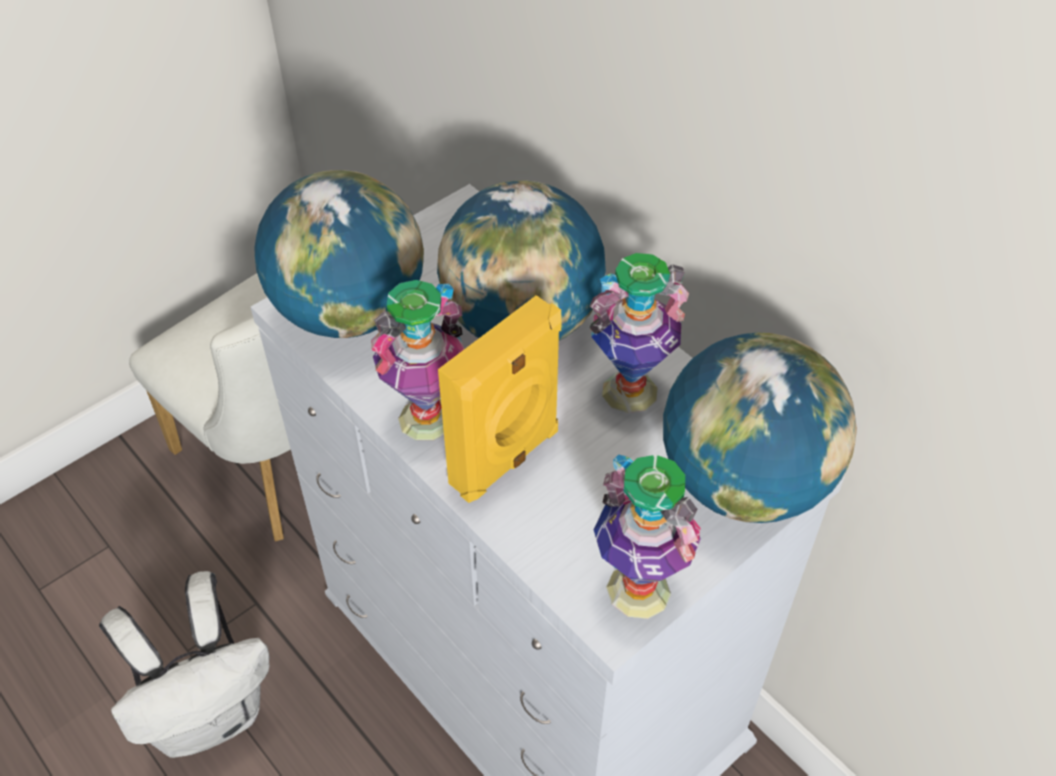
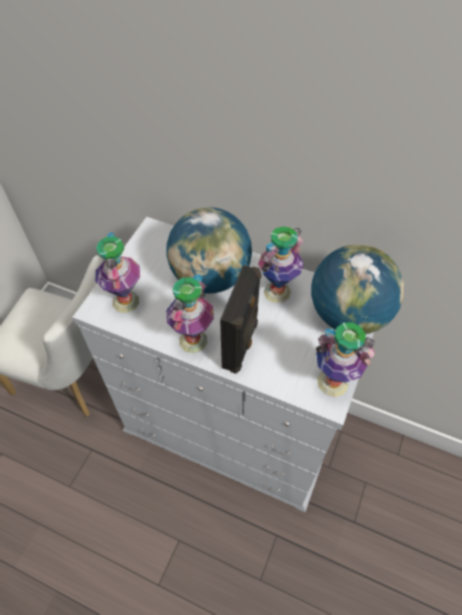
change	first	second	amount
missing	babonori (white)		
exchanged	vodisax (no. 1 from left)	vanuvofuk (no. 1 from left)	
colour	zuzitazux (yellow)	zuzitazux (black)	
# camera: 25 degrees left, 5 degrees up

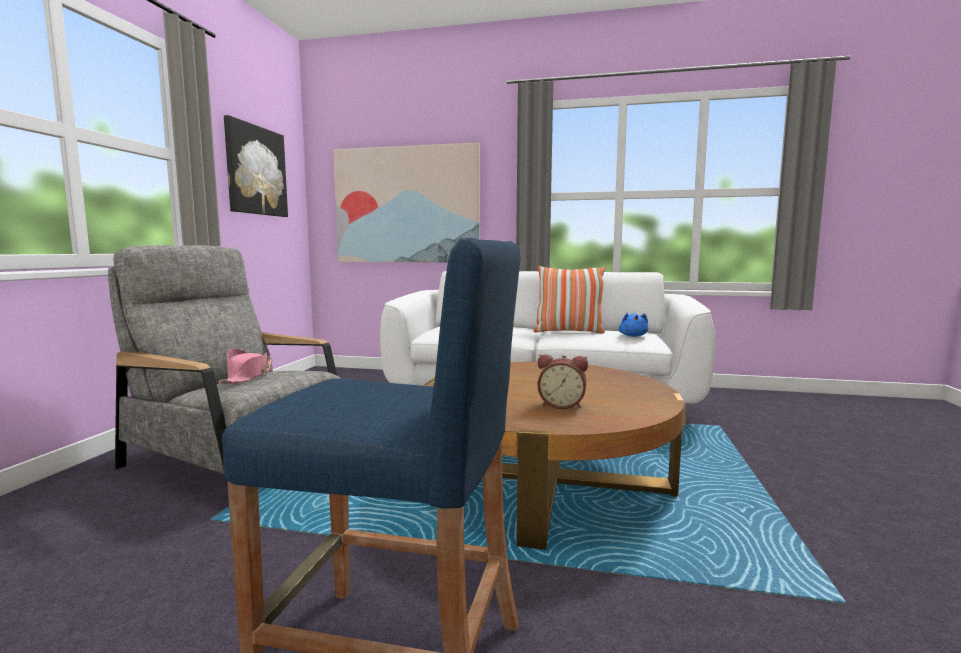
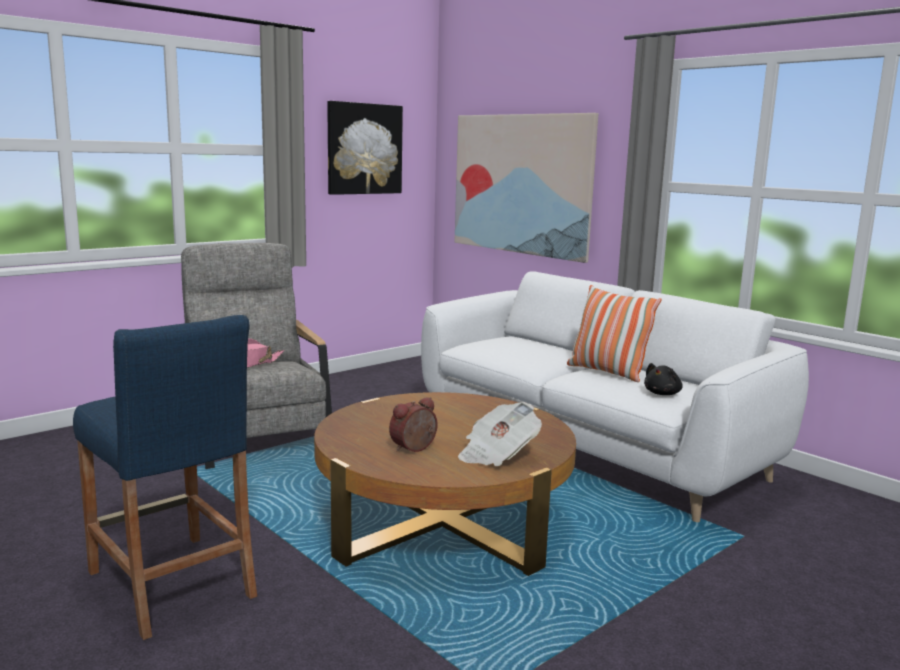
change	first	second	amount
spun	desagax		90 degrees clockwise
colour	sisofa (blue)	sisofa (black)	
appeared		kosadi	
# camera: 35 degrees right, 5 degrees up

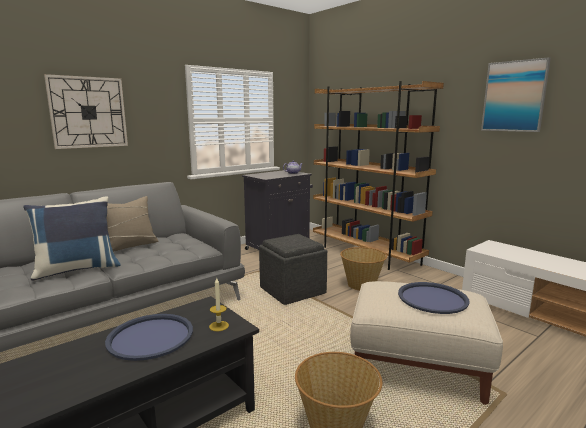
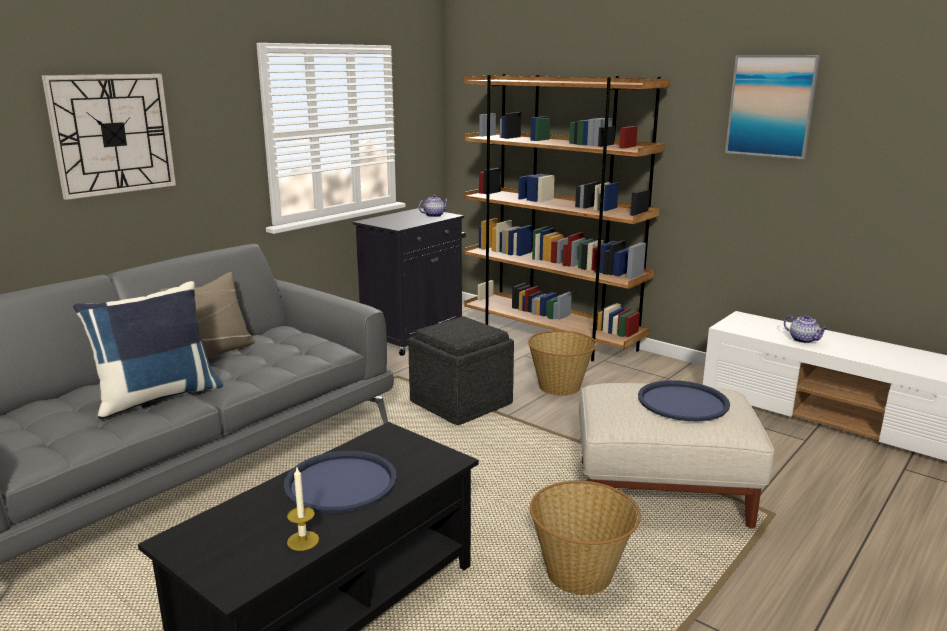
change	first	second	amount
relocated	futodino		
appeared		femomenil (no. 2 from left)	
# camera: 10 degrees left, 5 degrees up

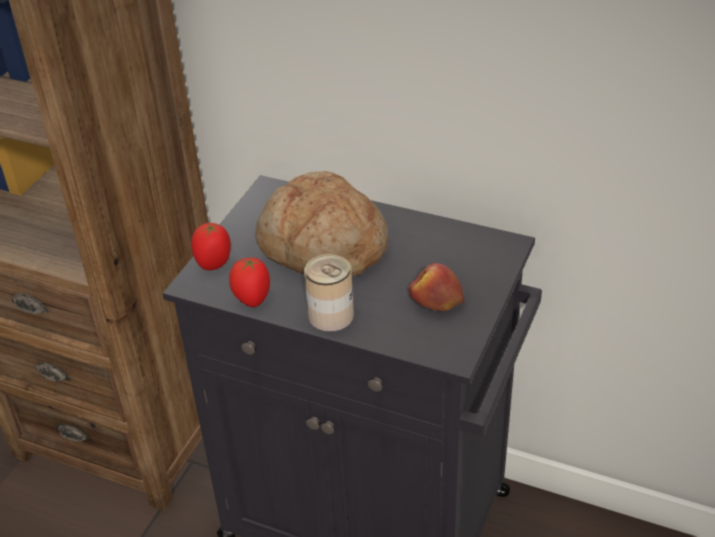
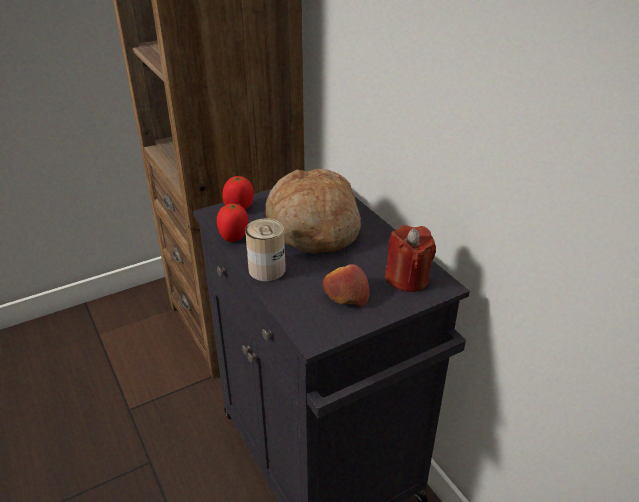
change	first	second	amount
appeared		futodino (red)	
# camera: 35 degrees right, 5 degrees down

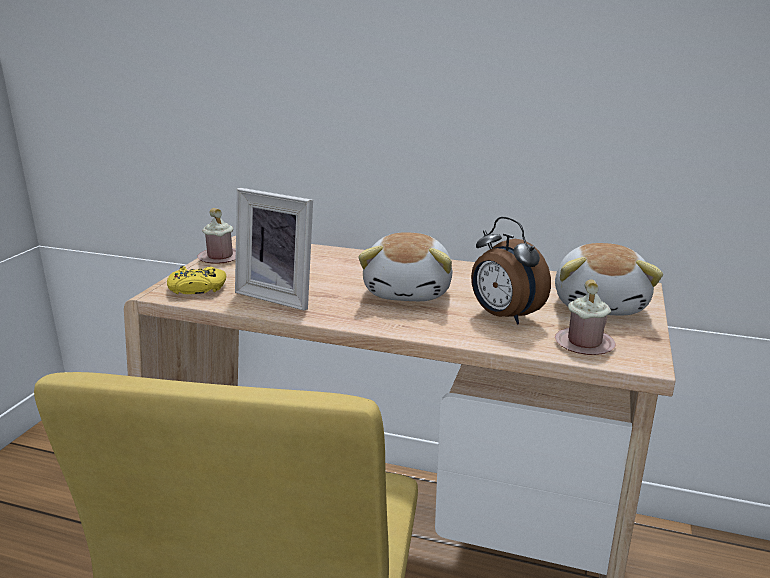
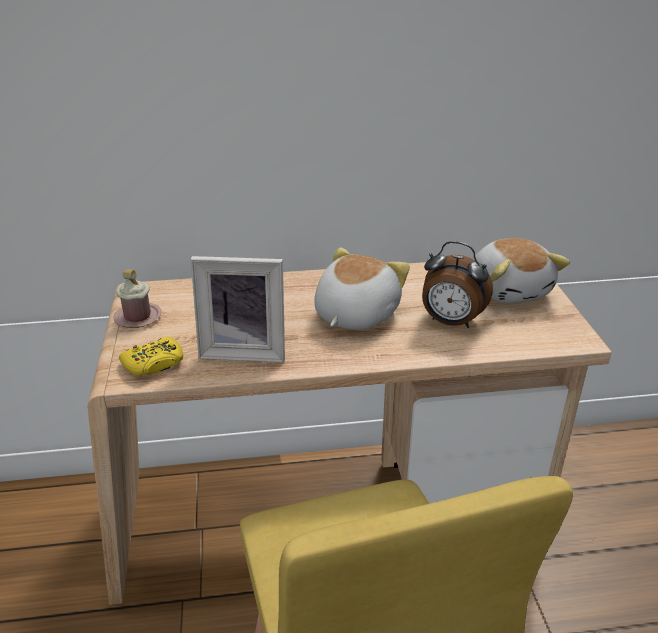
change	first	second	amount
spun	sisofa (no. 1 from left)		135 degrees counterclockwise
missing	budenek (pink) (no. 2 from left)		
# camera: 25 degrees left, 10 degrees up

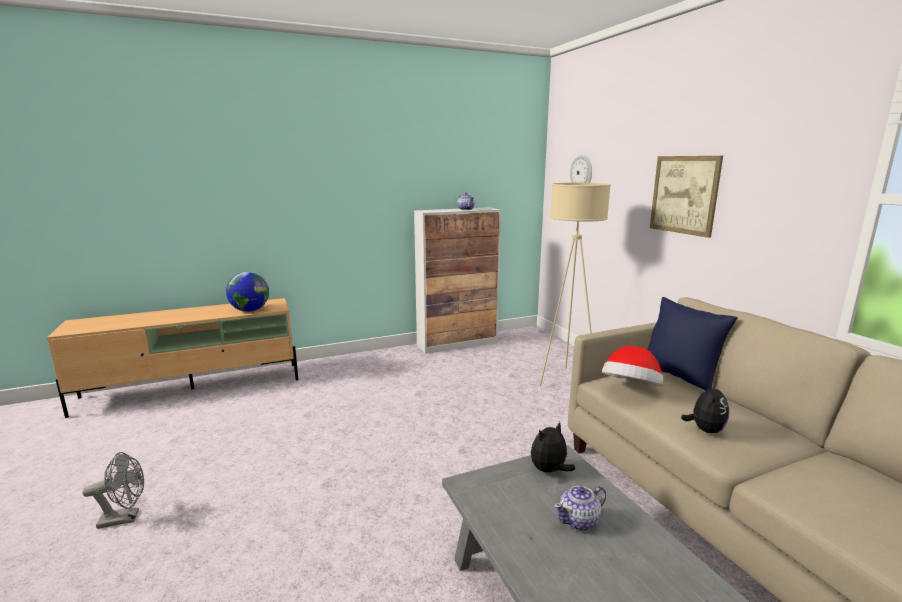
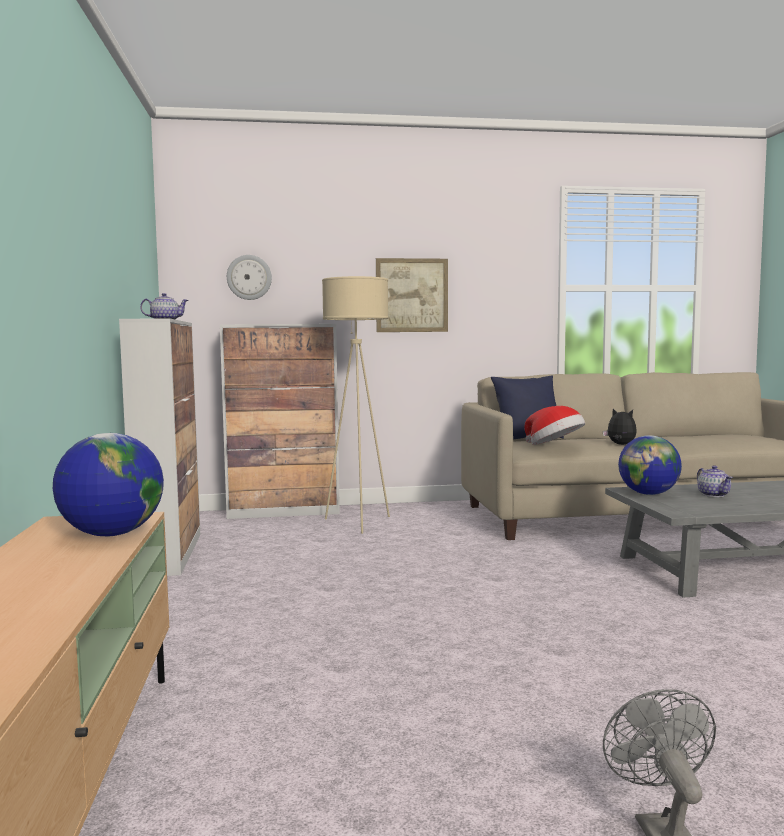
change	first	second	amount
exchanged	sisofa (no. 1 from left)	vodisax (no. 2 from left)	
appeared		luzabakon (no. 2 from left)	
# camera: 75 degrees left, 10 degrees down

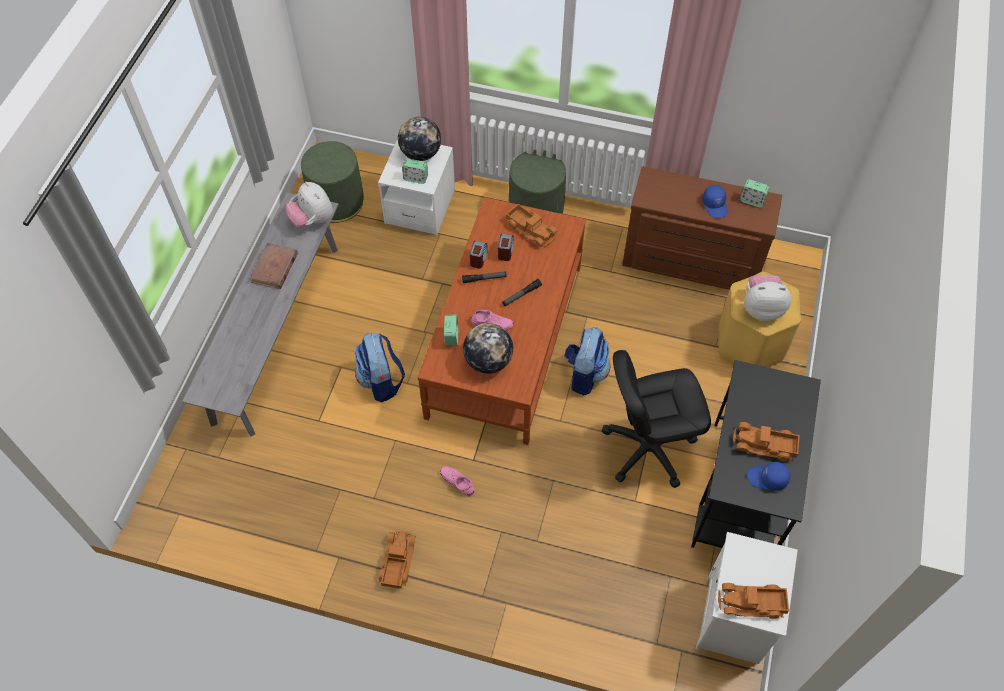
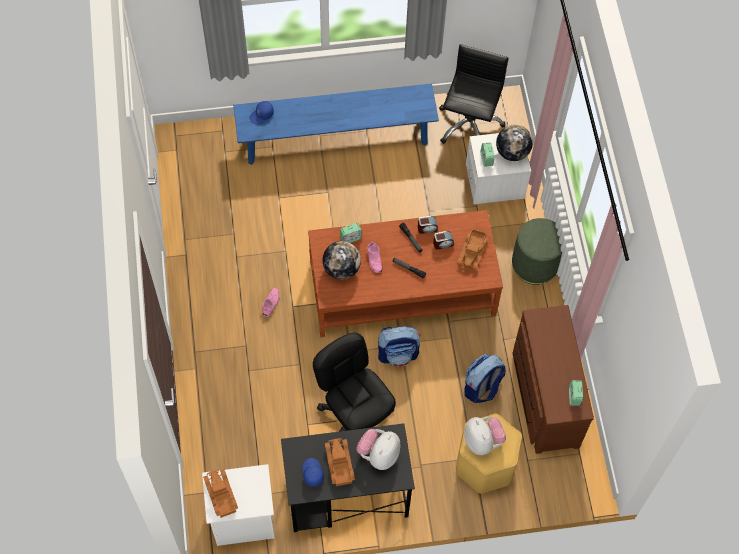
change	first	second	amount
colour	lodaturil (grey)	lodaturil (blue)	
missing	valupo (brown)		
relocated	sisofa (no. 1 from left)		
exchanged	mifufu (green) (no. 1 from left)	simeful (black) (no. 2 from left)	
relocated	babonori (no. 1 from left in the first image)	babonori (no. 2 from left)	
missing	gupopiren (no. 1 from left)		
relocated	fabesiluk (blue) (no. 1 from left)		
# camera: 65 degrees right, 5 degrees up

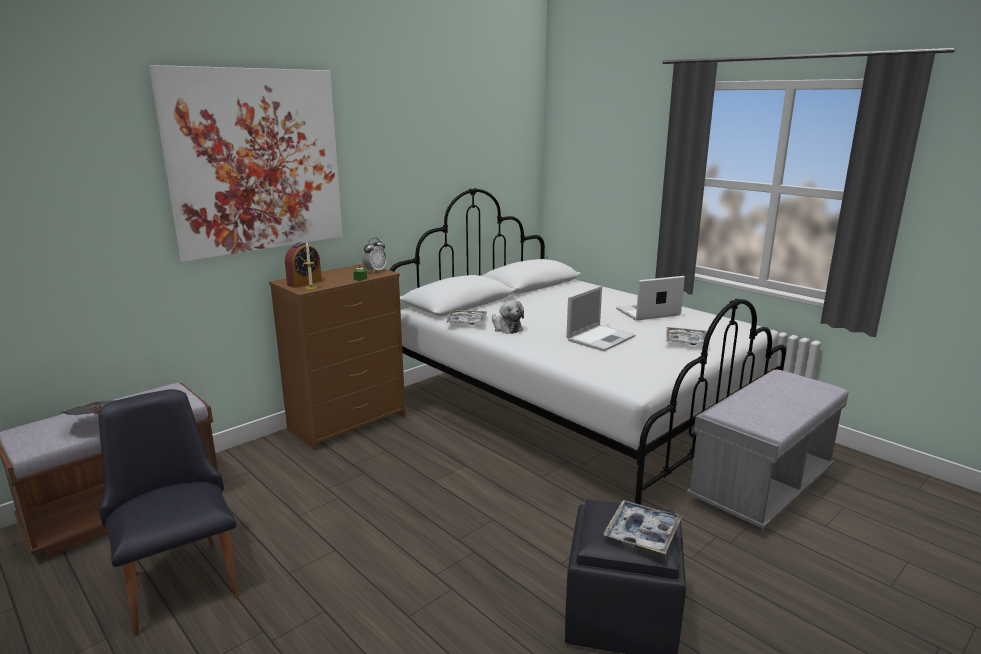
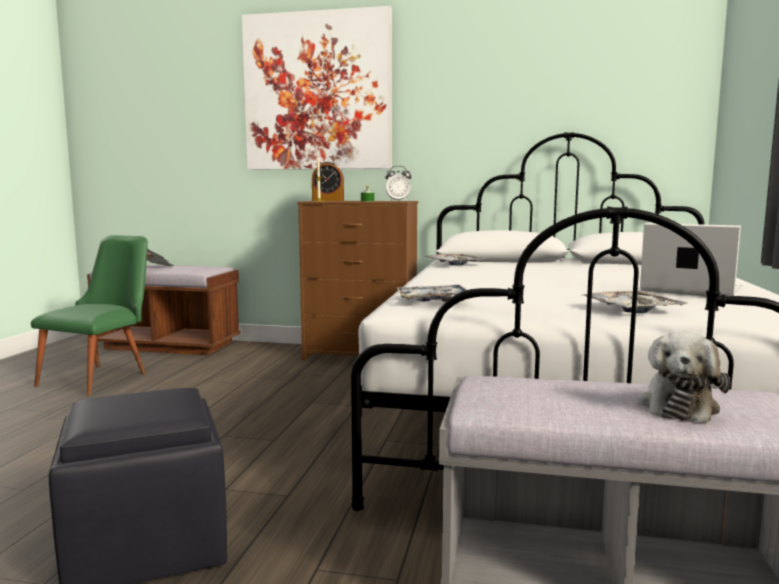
change	first	second	amount
colour	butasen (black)	butasen (green)	
relocated	sisofa		
missing	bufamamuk (no. 1 from left)		
relocated	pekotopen (no. 2 from left in the first image)	pekotopen (no. 1 from left)	
# camera: 55 degrees right, 10 degrees down

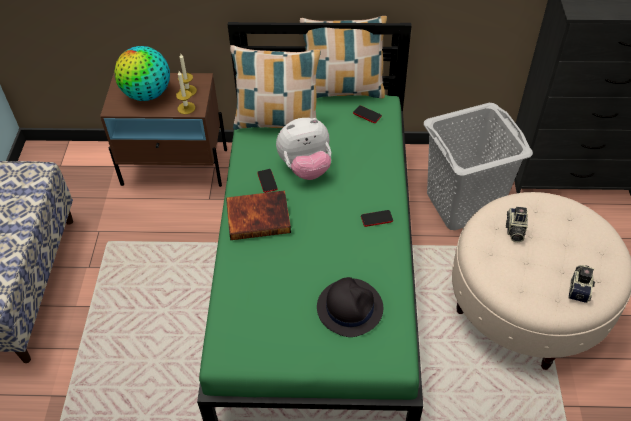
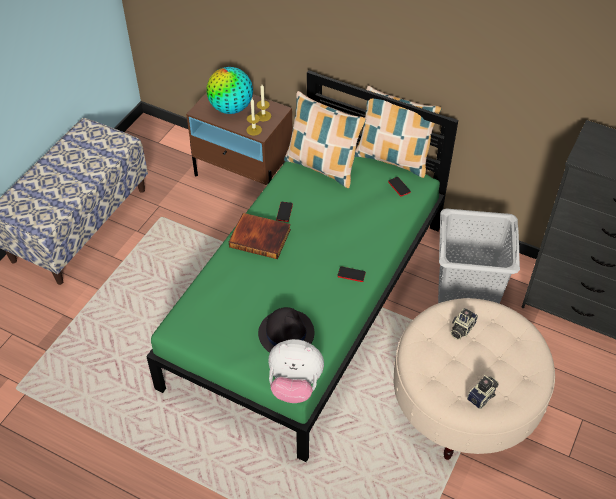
change	first	second	amount
relocated	sisofa		
# camera: 25 degrees right, 0 degrees up

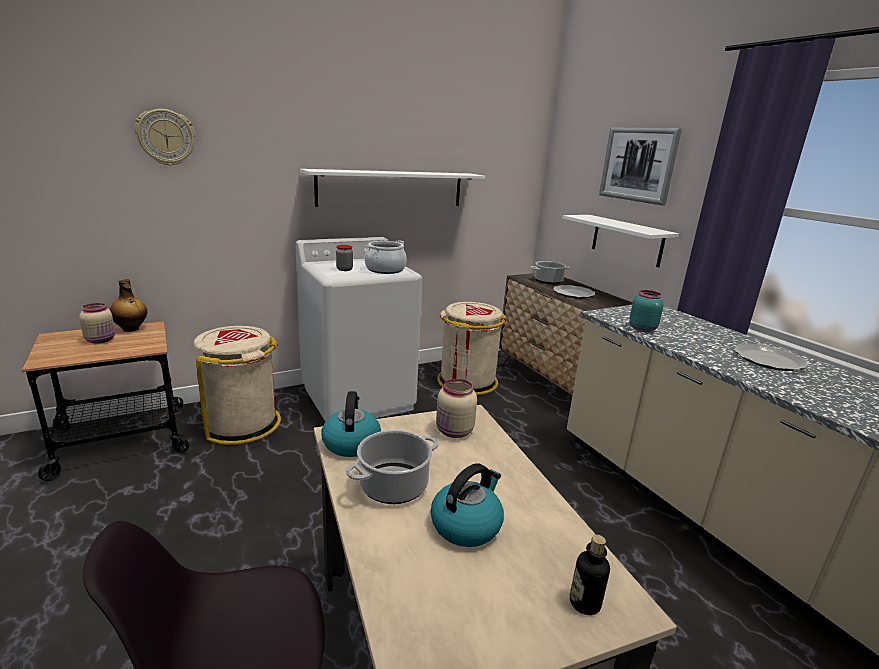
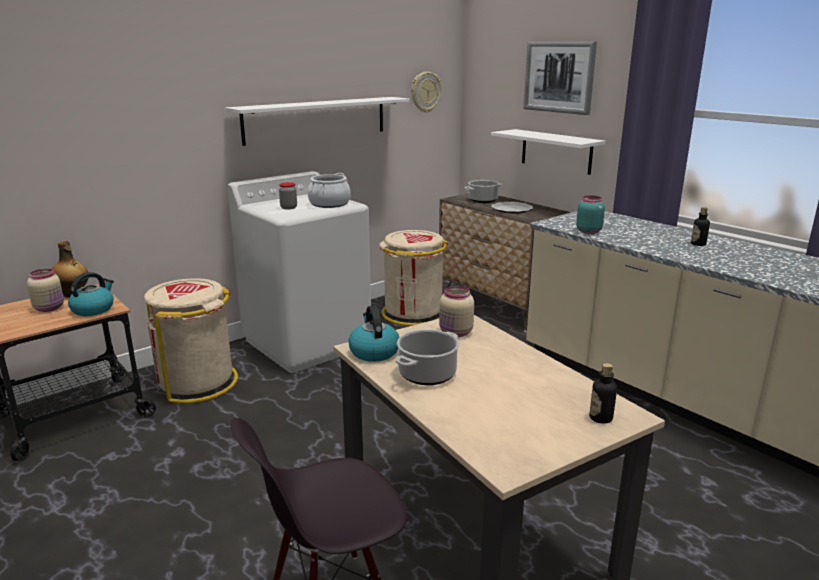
change	first	second	amount
relocated	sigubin		
relocated	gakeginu (no. 2 from left in the first image)	gakeginu (no. 1 from left)	
exchanged	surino (no. 2 from left)	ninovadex (no. 3 from left)	
# camera: 10 degrees left, 0 degrees up

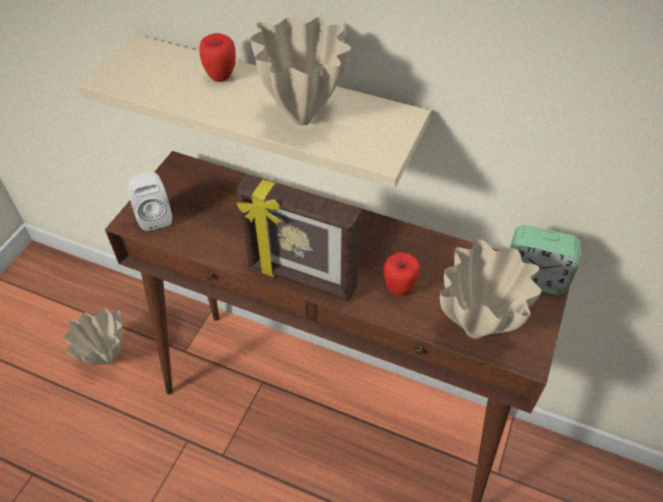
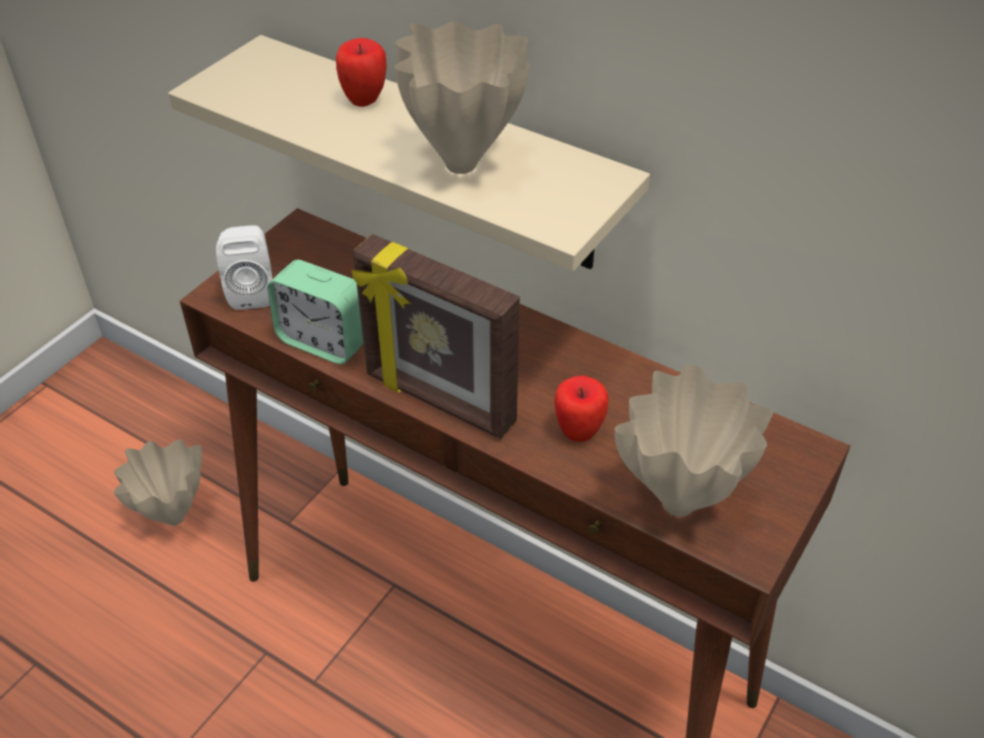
change	first	second	amount
relocated	desagax		
# camera: 10 degrees right, 5 degrees down

